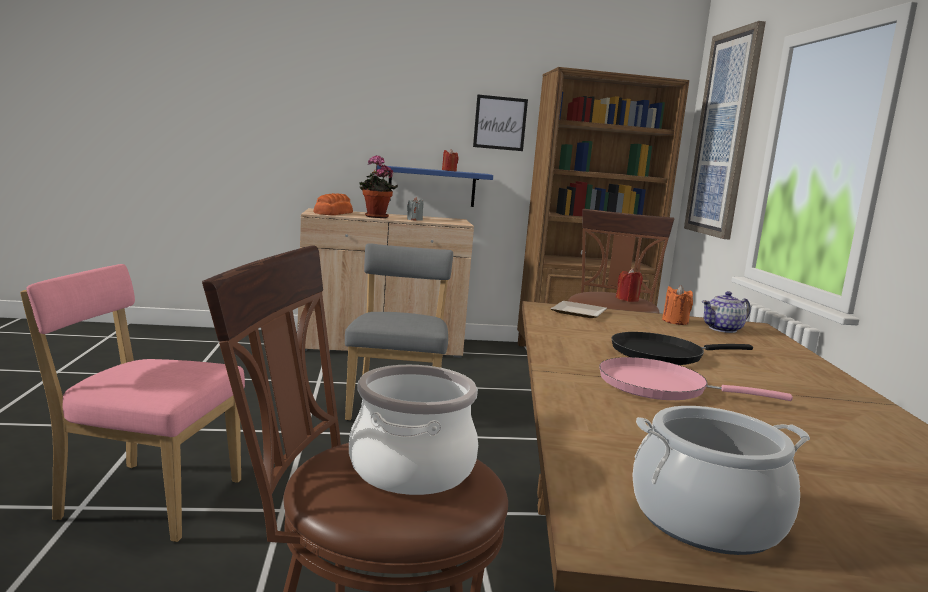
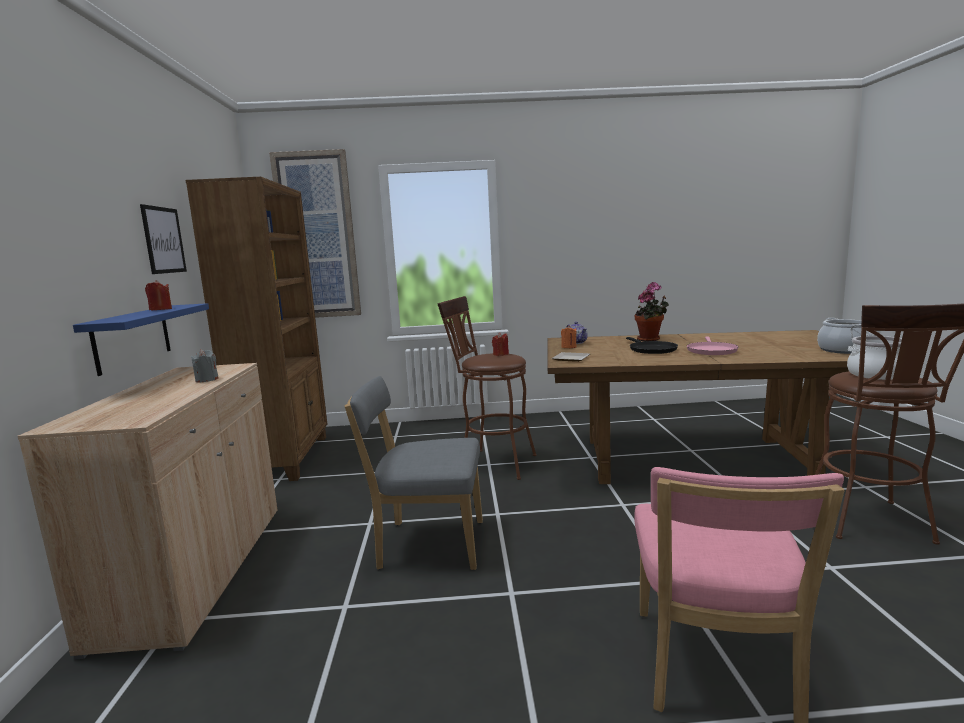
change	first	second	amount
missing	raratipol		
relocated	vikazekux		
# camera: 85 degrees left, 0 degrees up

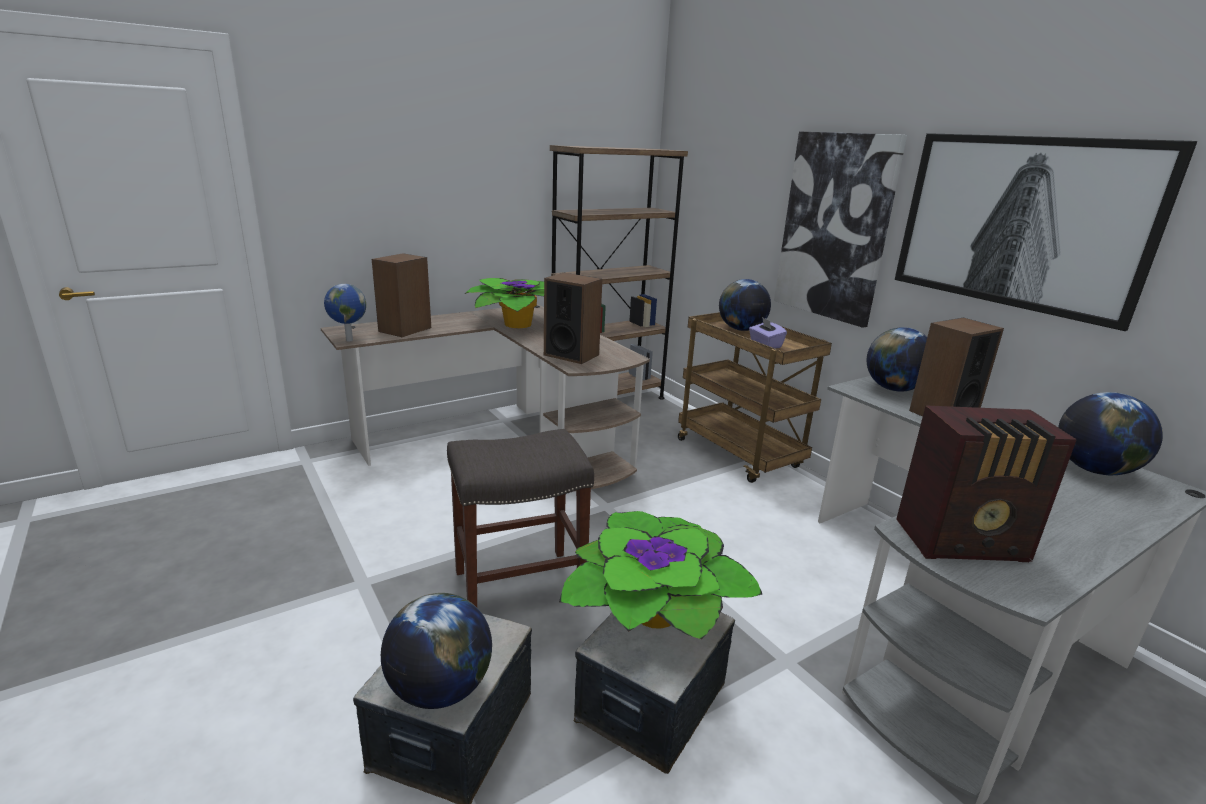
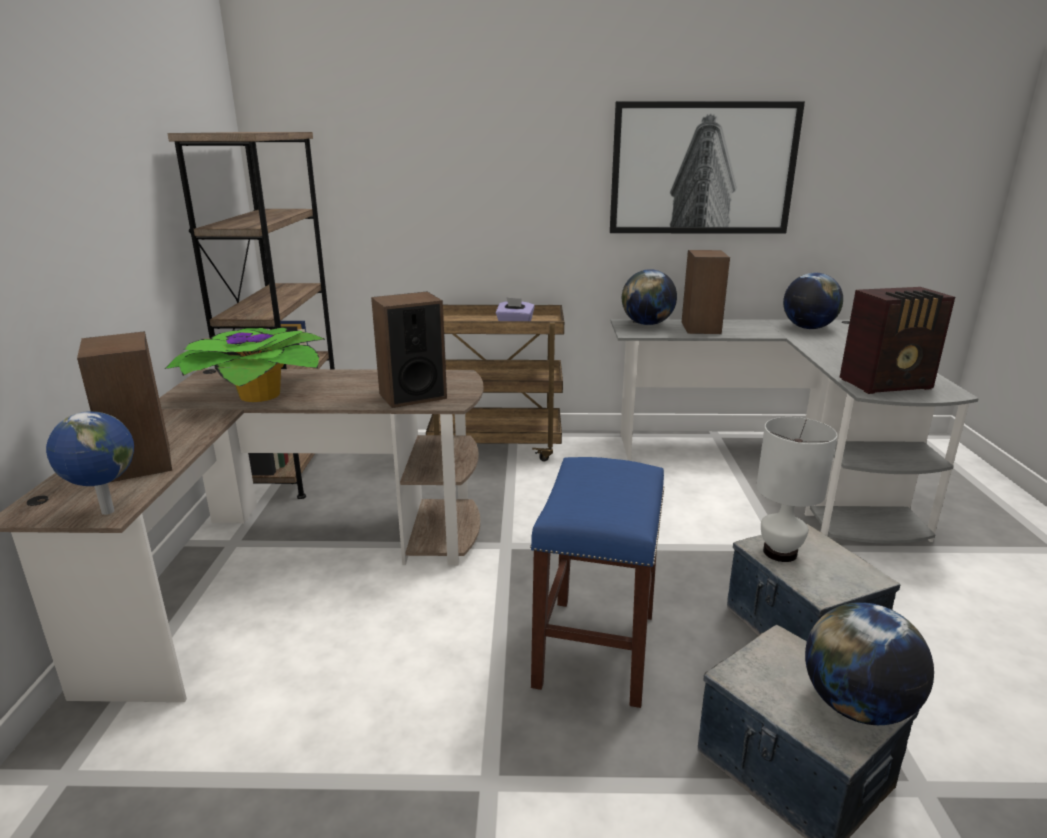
change	first	second	amount
colour	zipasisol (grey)	zipasisol (blue)	
exchanged	vikazekux (no. 2 from left)	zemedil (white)	
missing	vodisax (no. 3 from left)		
missing	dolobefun (no. 1 from left)		
spun	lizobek		45 degrees clockwise
# camera: 55 degrees left, 0 degrees up

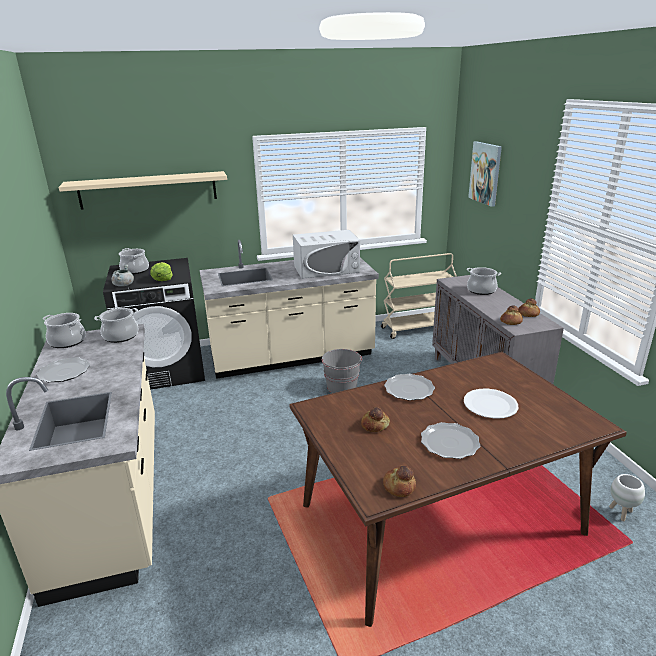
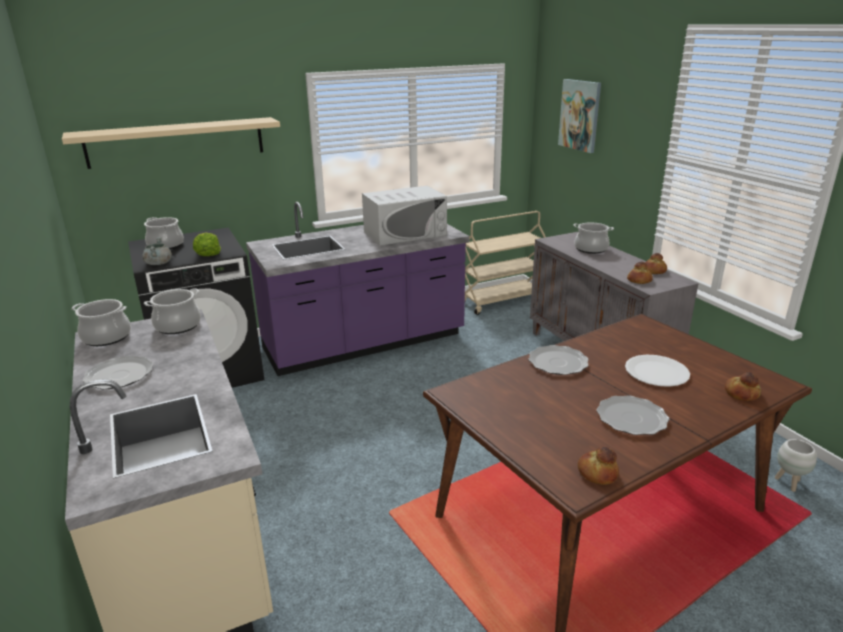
change	first	second	amount
colour	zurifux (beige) (no. 2 from left)	zurifux (purple)	
missing	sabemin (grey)		
relocated	raratipol (no. 1 from left in the first image)	raratipol (no. 4 from left)	
# camera: 10 degrees left, 0 degrees up

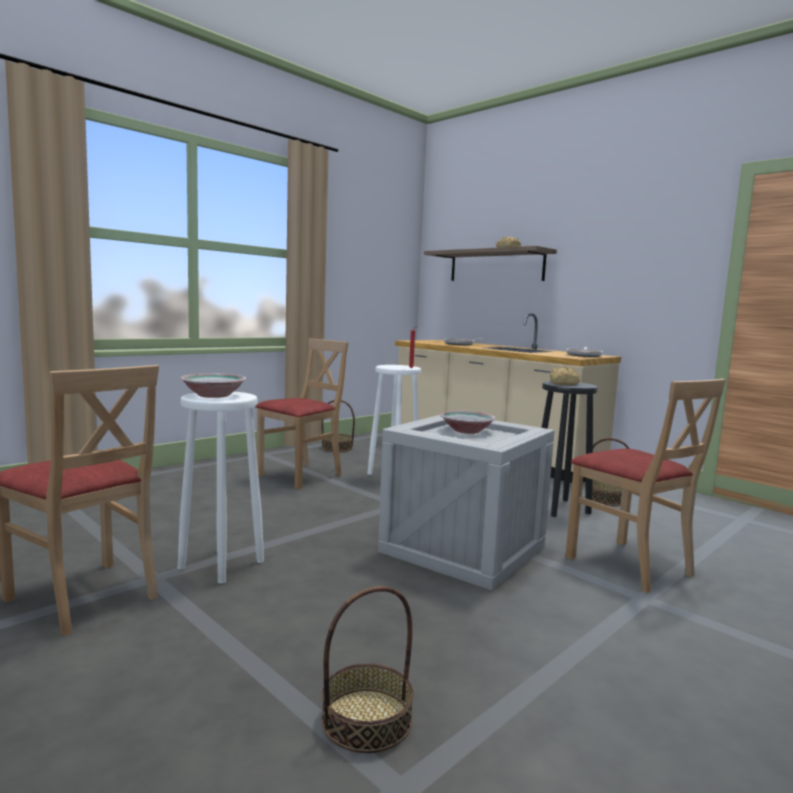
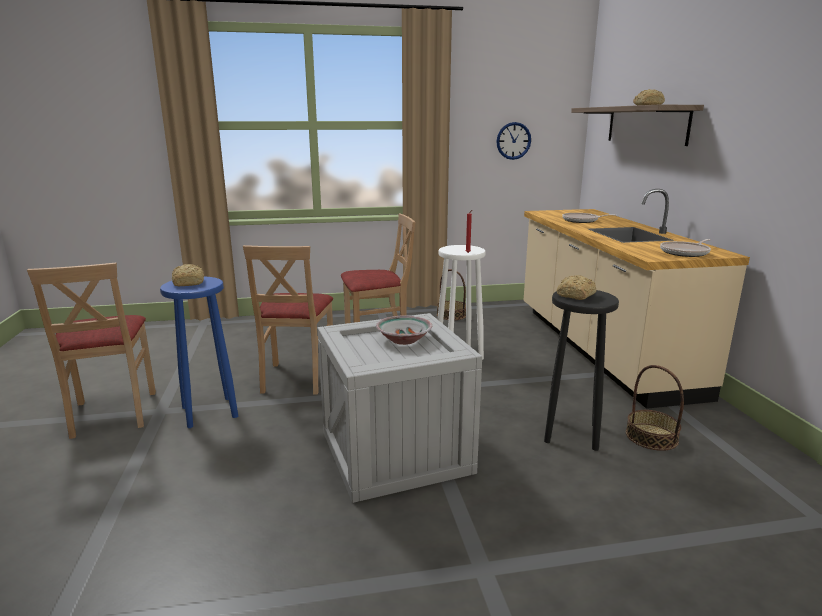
change	first	second	amount
colour	zipasisol (white) (no. 1 from left)	zipasisol (blue)	
exchanged	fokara (no. 1 from left)	raratipol (no. 1 from left)	
missing	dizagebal (no. 2 from left)		
relocated	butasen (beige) (no. 3 from left in the first image)	butasen (beige) (no. 2 from left)	
appeared		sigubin	
# camera: 35 degrees right, 10 degrees up

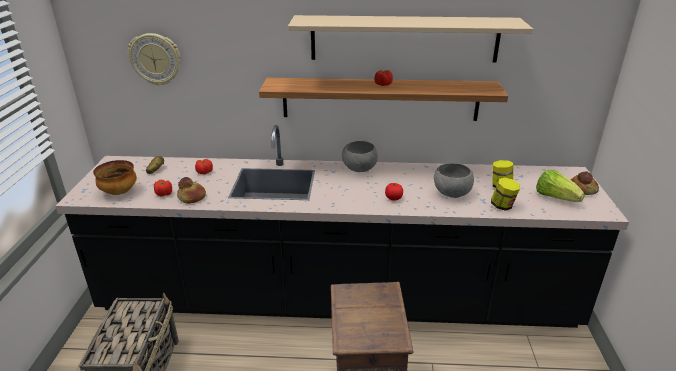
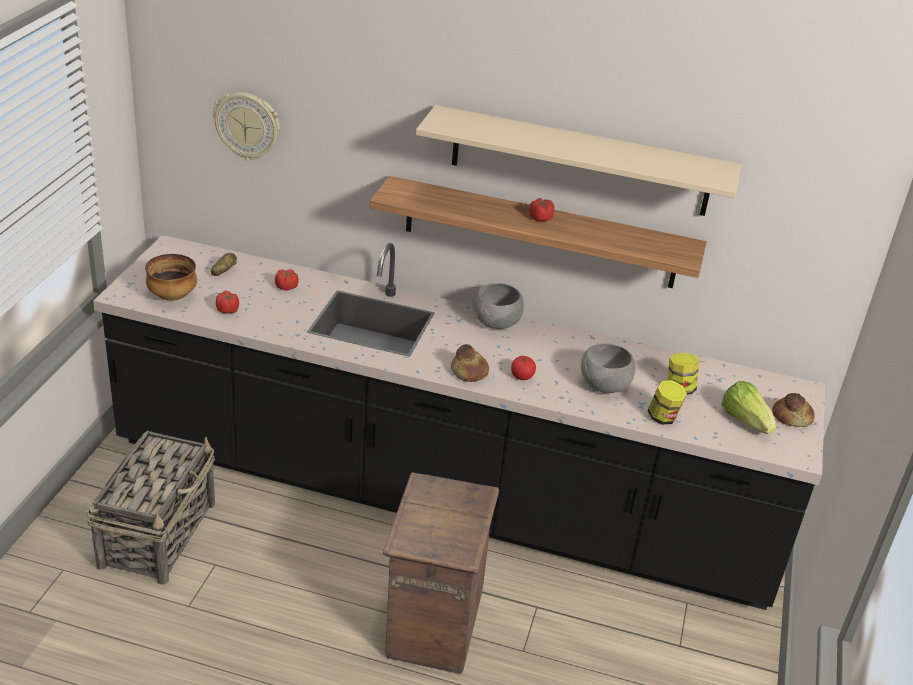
change	first	second	amount
relocated	raratipol (no. 1 from left)		
# camera: 10 degrees right, 5 degrees up

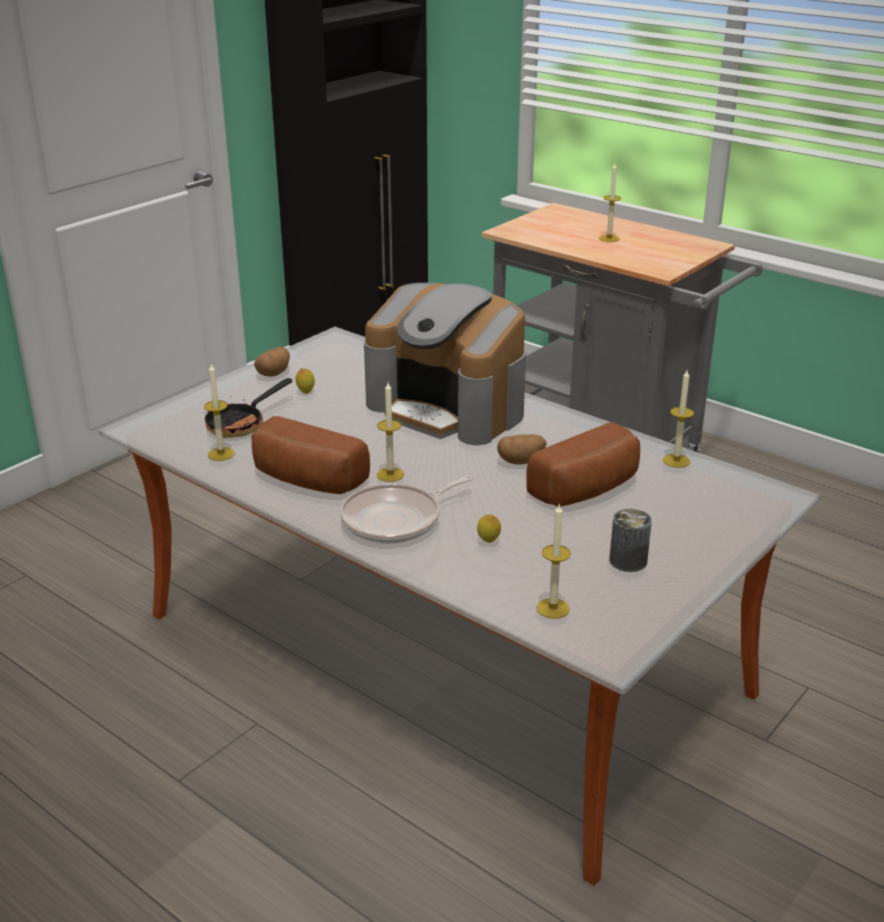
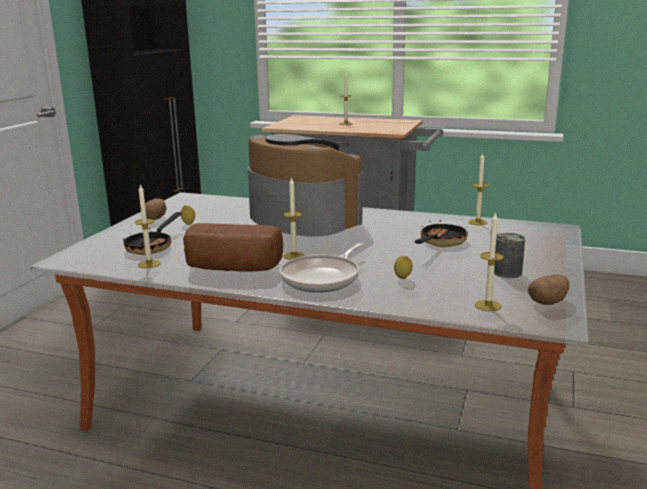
change	first	second	amount
spun	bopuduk		150 degrees counterclockwise
relocated	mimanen (no. 2 from left)		
exchanged	raratipol (no. 2 from left)	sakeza (no. 3 from left)	
# camera: 20 degrees left, 10 degrees down

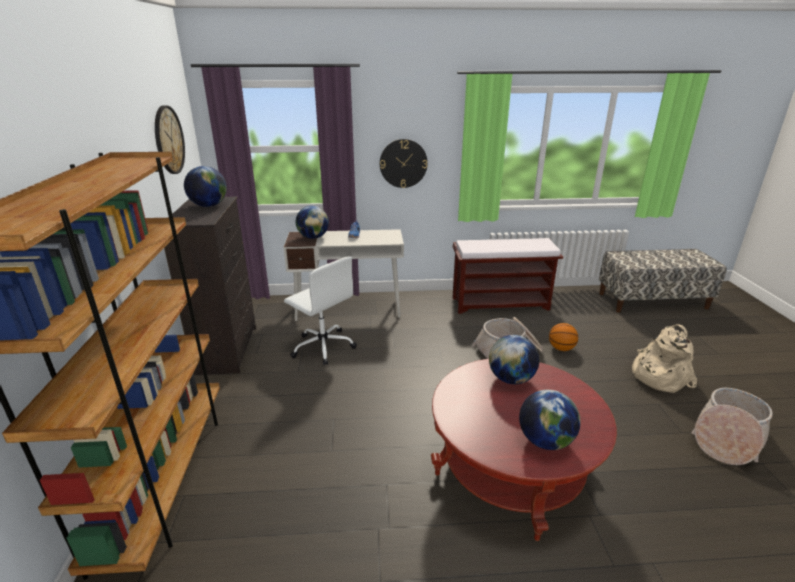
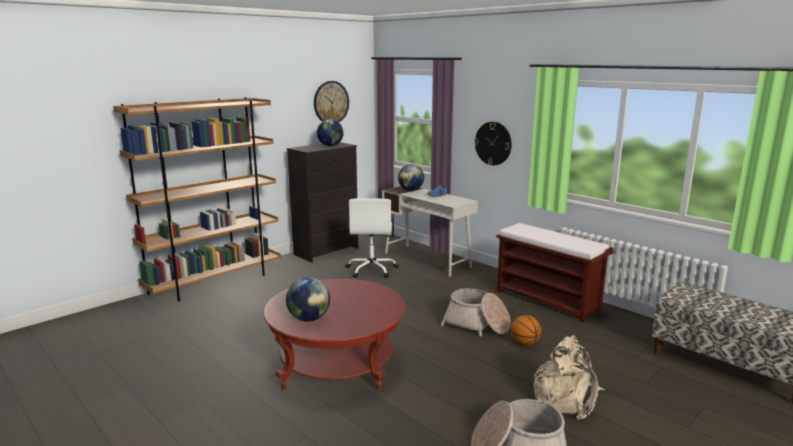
change	first	second	amount
missing	vodisax (no. 3 from left)		
# camera: 50 degrees right, 10 degrees down

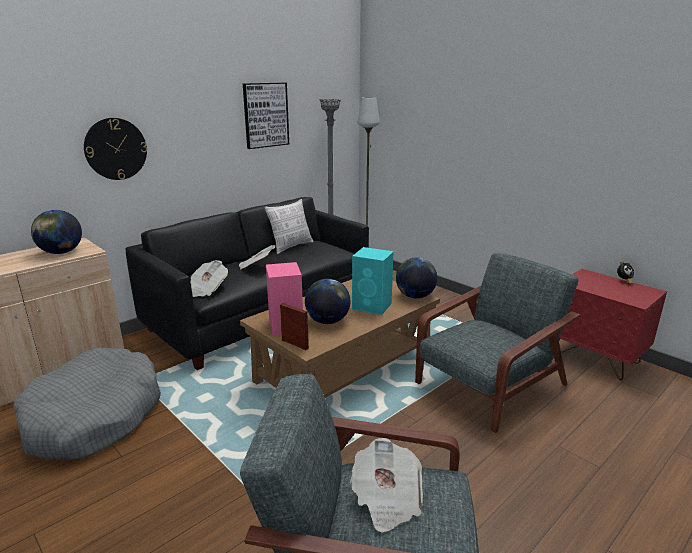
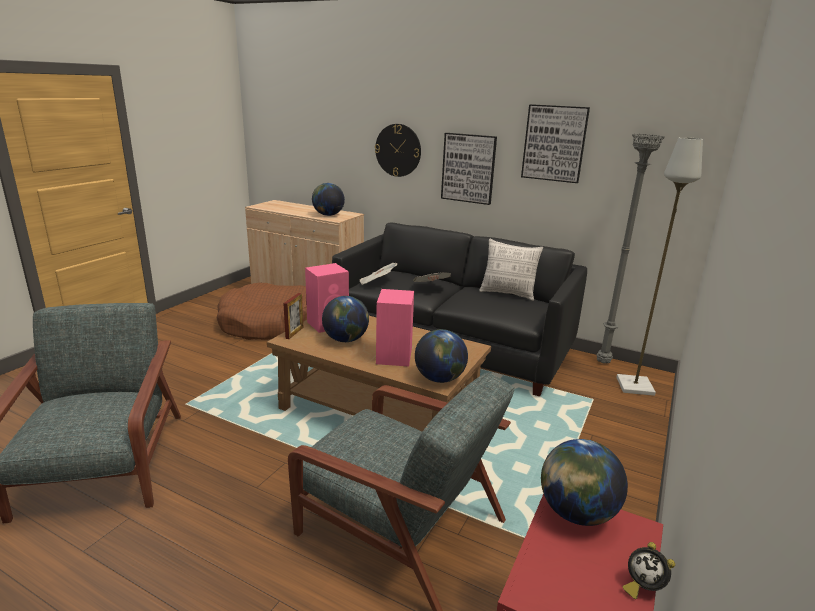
change	first	second	amount
colour	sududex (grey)	sududex (brown)	
missing	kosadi (no. 3 from left)		
colour	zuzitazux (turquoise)	zuzitazux (pink) (no. 2 from left)	
appeared		dolobefun (no. 1 from left)	
appeared		vodisax (no. 4 from left)	
# camera: 70 degrees right, 0 degrees up

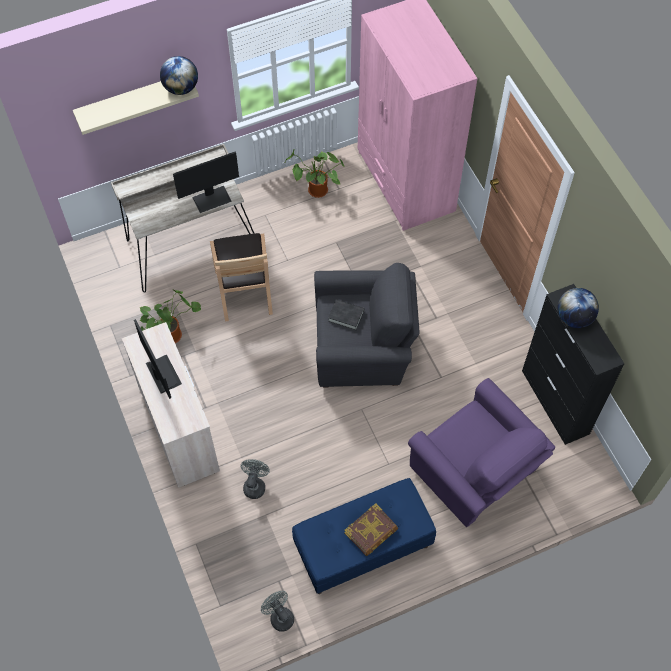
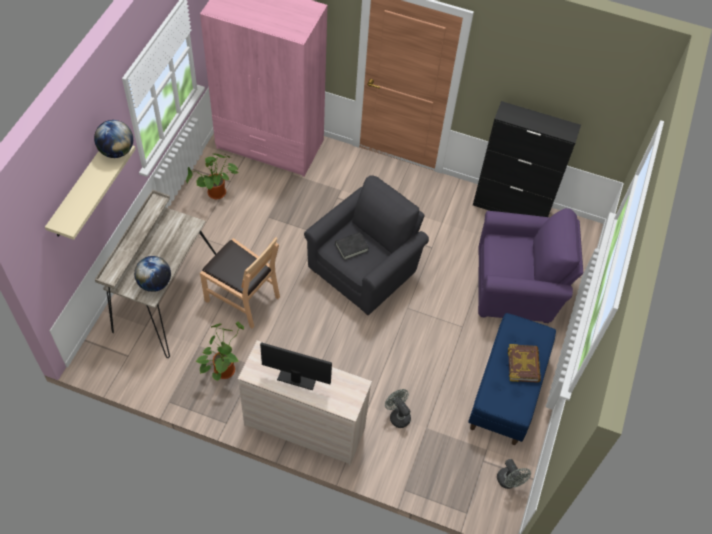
change	first	second	amount
missing	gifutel (no. 2 from left)		
spun	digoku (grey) (no. 2 from left)		120 degrees counterclockwise
relocated	vodisax (no. 2 from left)		
# camera: 50 degrees left, 5 degrees down

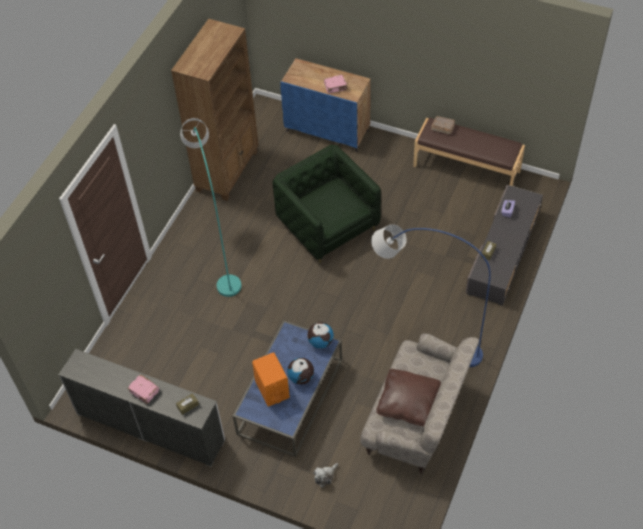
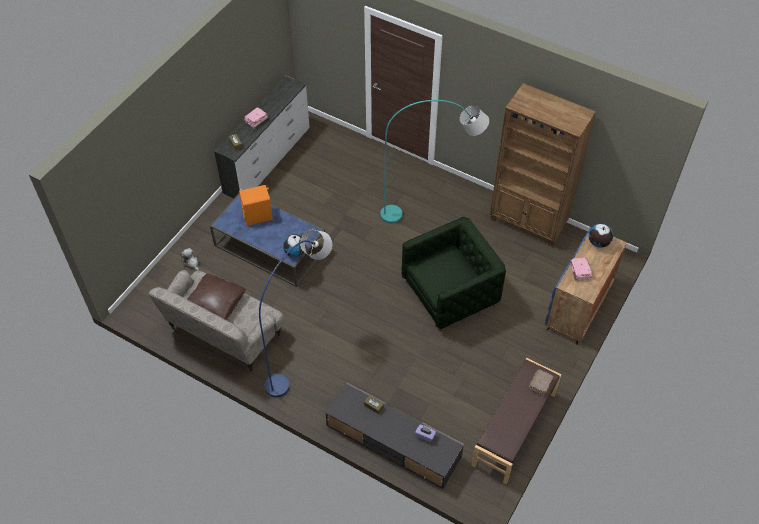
change	first	second	amount
relocated	vodisax (no. 1 from left in the first image)	vodisax (no. 2 from left)	
# camera: 95 degrees right, 0 degrees up

